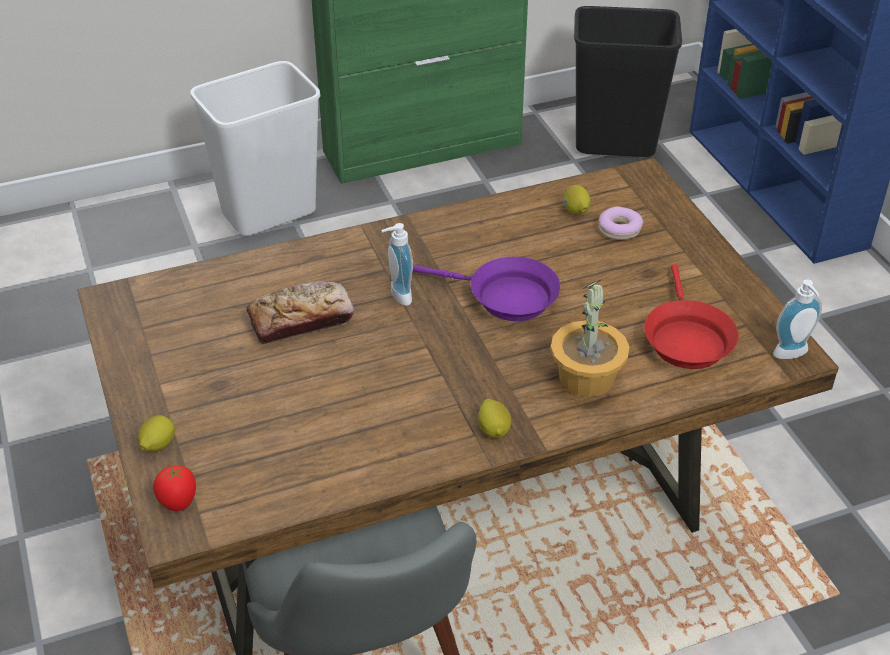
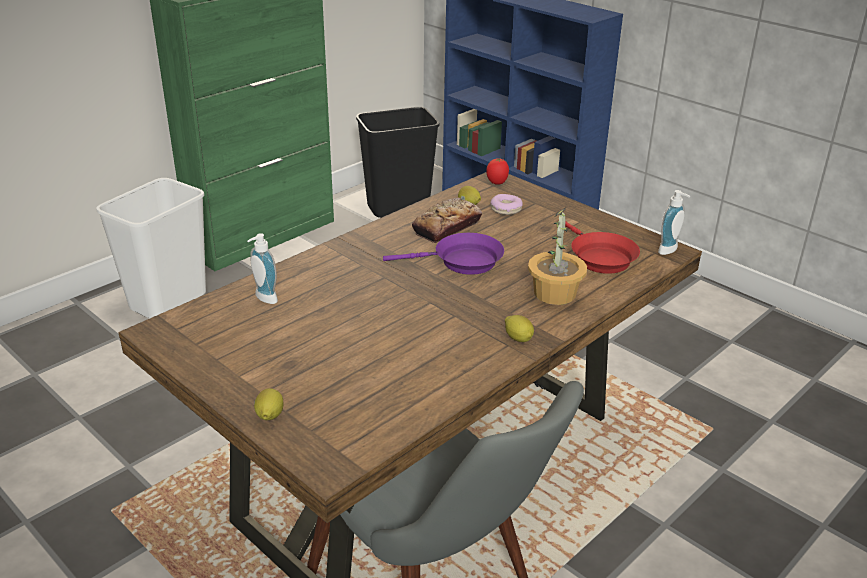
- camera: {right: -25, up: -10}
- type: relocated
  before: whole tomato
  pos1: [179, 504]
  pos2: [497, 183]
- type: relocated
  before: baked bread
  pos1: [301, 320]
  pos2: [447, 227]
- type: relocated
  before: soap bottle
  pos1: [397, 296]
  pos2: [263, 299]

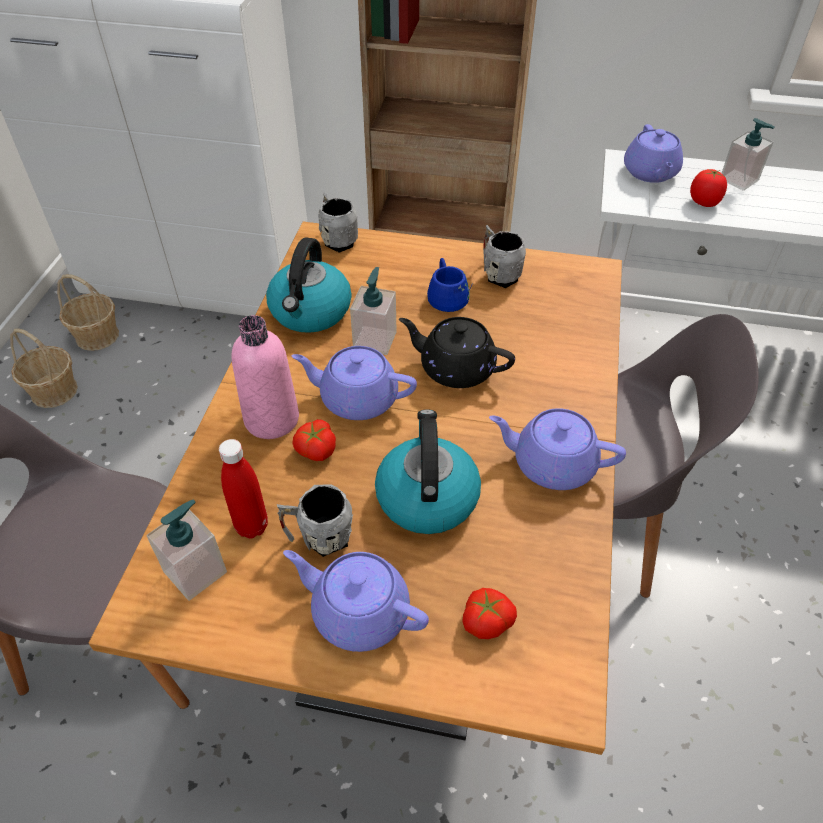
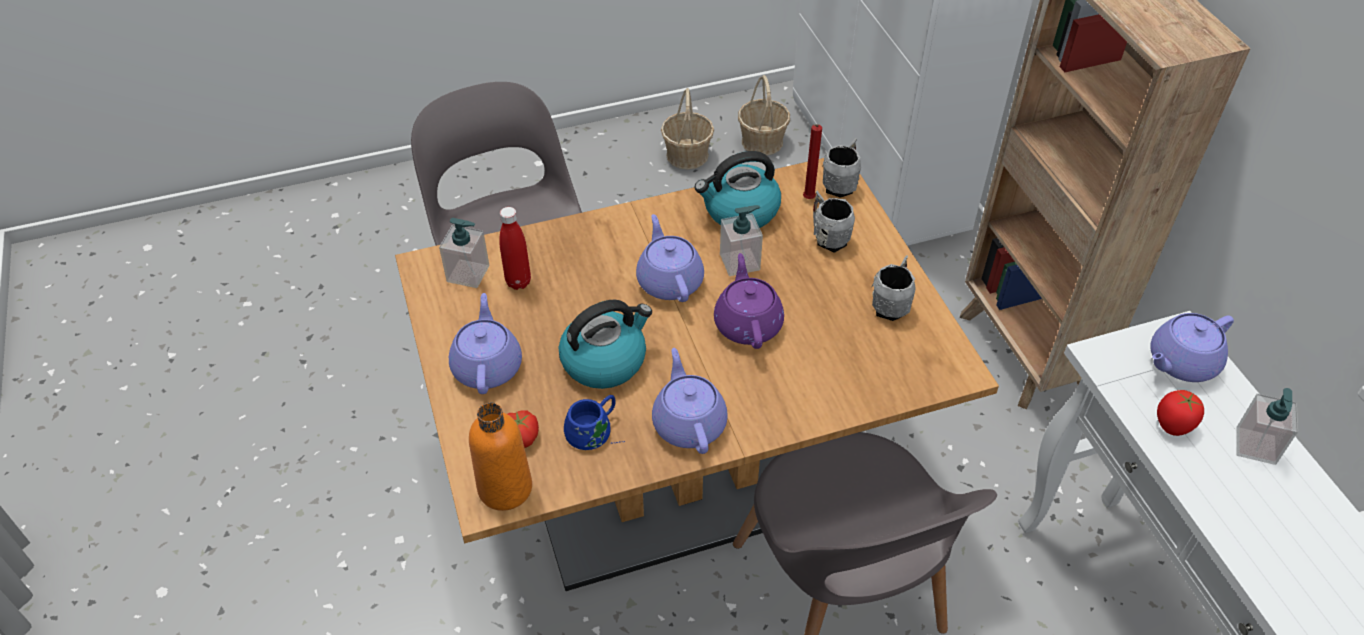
- camera: {right: 60, up: 0}
- type: missing
  before: beverage bottle in pinkish
  pos1: [271, 419]
- type: missing
  before: whole tomato
  pos1: [315, 450]
- type: appeared
  after: beverage bottle in orangey
  pos2: [505, 488]
- type: appeared
  after: candle in reddish
  pos2: [808, 200]
- type: relocated
  before: mug in gray
  pos1: [319, 537]
  pos2: [828, 237]
- type: relocated
  before: mug in blue-coloured
  pos1: [451, 295]
  pos2: [596, 432]
- type: colour
  before: teapot in blackish
  after: teapot in purple-coloured
  pos1: [455, 368]
  pos2: [747, 323]

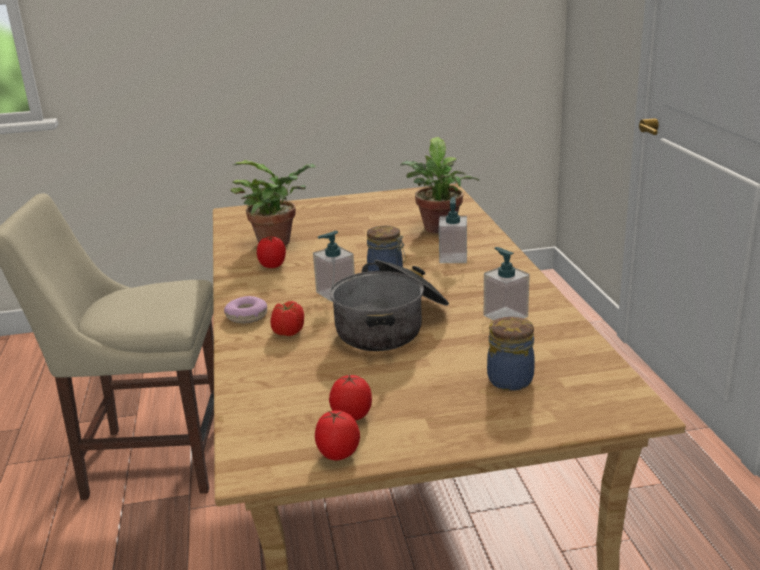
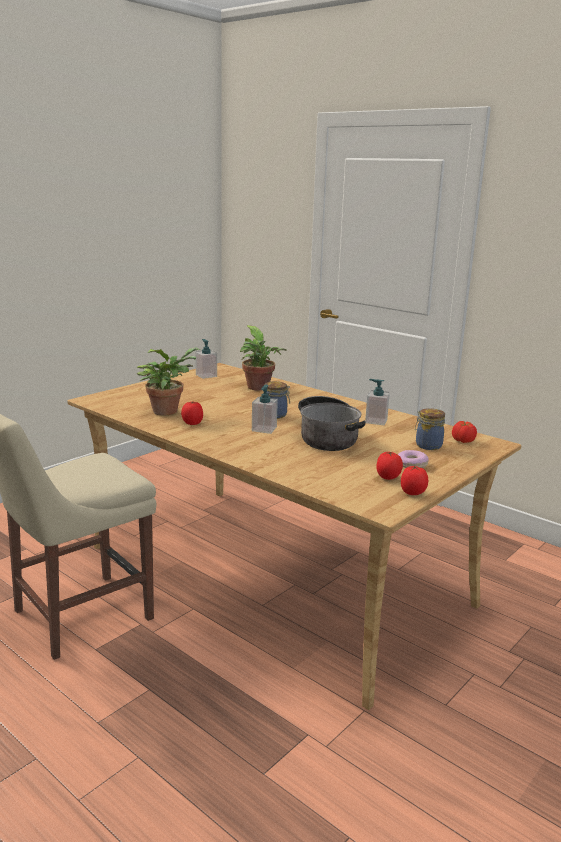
- camera: {right: -40, up: -5}
- type: relocated
  before: doughnut
  pos1: [246, 316]
  pos2: [411, 464]
- type: relocated
  before: whole tomato
  pos1: [288, 332]
  pos2: [463, 441]
- type: relocated
  before: soap bottle
  pos1: [453, 258]
  pos2: [206, 375]

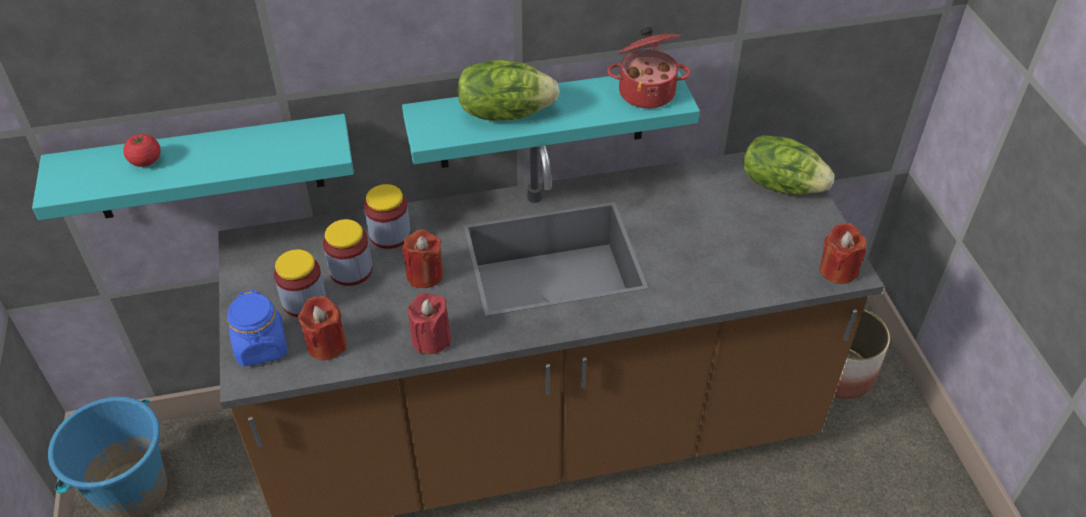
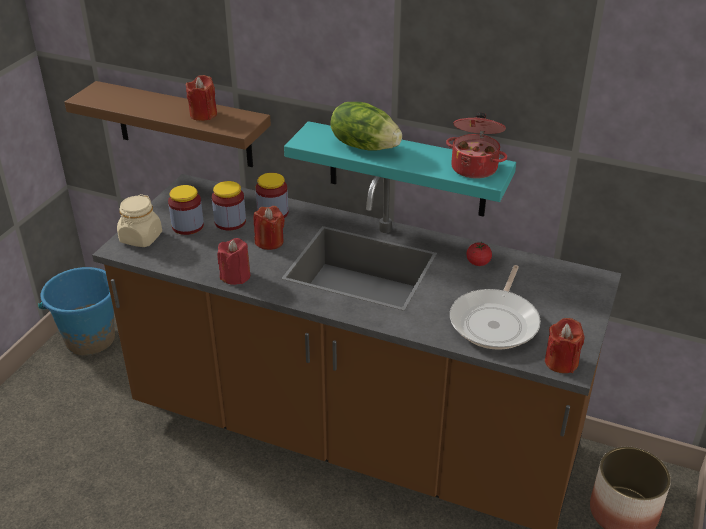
- camera: {right: 35, up: -10}
- type: missing
  before: lettuce head
  pos1: [781, 184]
- type: appeared
  after: skillet
  pos2: [496, 322]
- type: relocated
  before: whole tomato
  pos1: [146, 161]
  pos2: [478, 262]
- type: relocated
  before: candle in reddish
  pos1: [326, 344]
  pos2: [203, 114]
- type: colour
  before: shelf in blue-green
  after: shelf in brownish
  pos1: [206, 167]
  pos2: [183, 125]
- type: colour
  before: storage jar in blue-coloured
  after: storage jar in beige
  pos1: [261, 347]
  pos2: [141, 238]

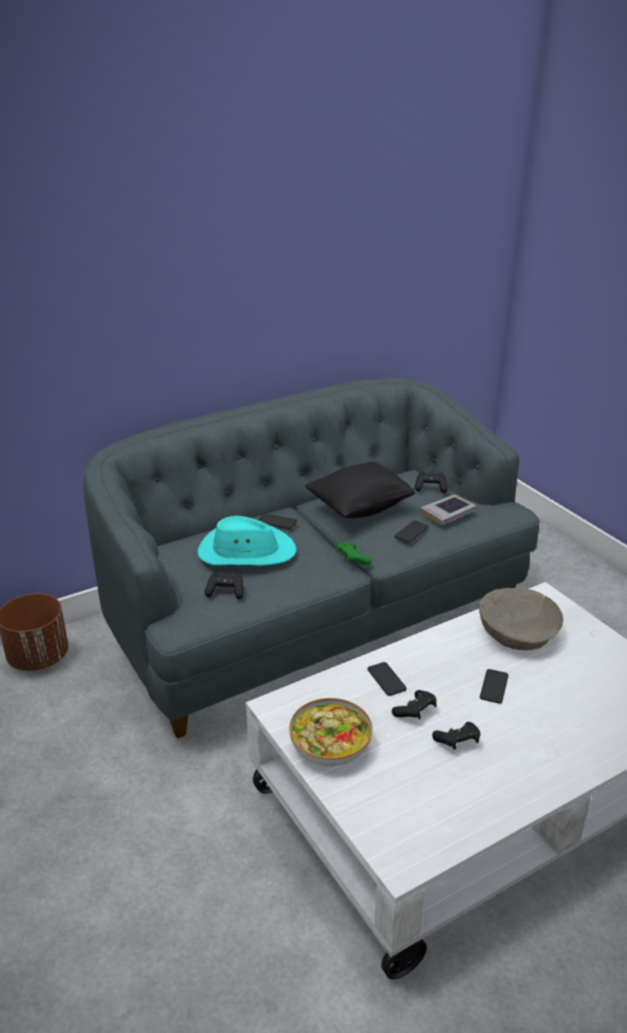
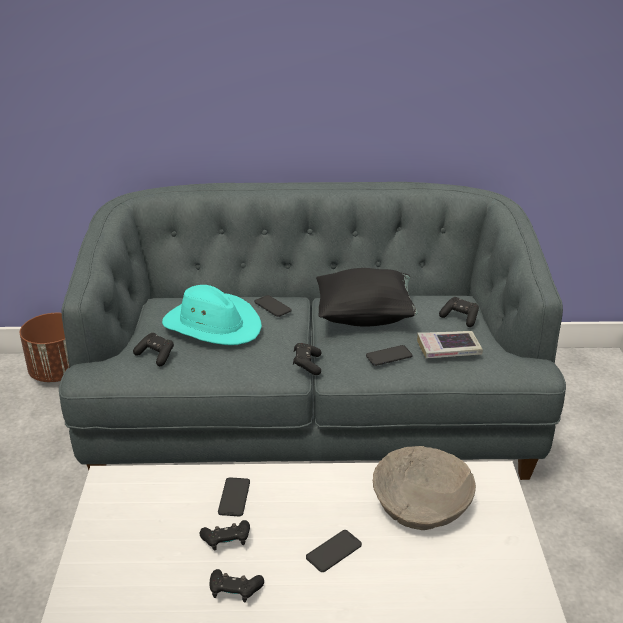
- camera: {right: 30, up: 0}
- type: missing
  before: serving bowl
  pos1: [330, 746]
- type: colour
  before: joypad in green
  after: joypad in blackish
  pos1: [352, 559]
  pos2: [307, 365]

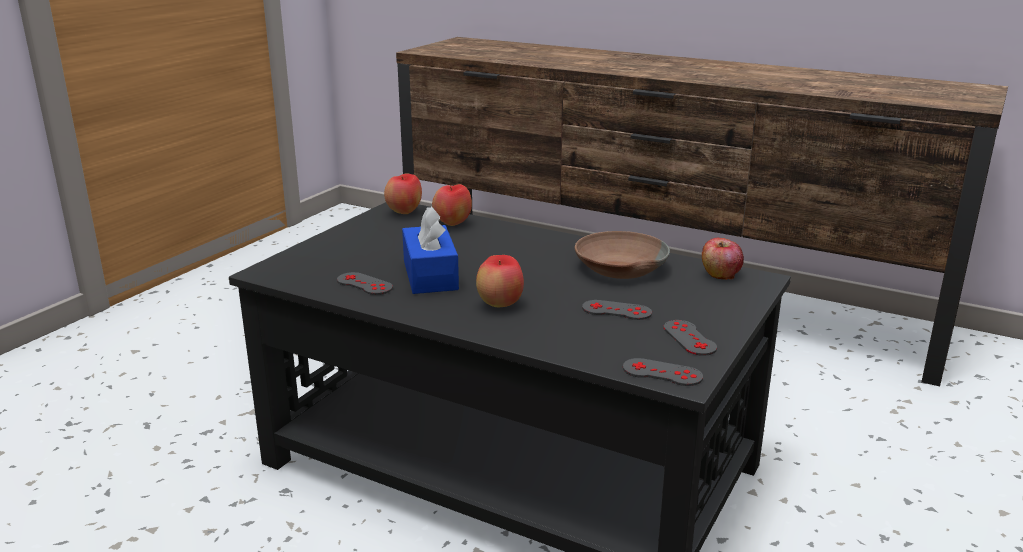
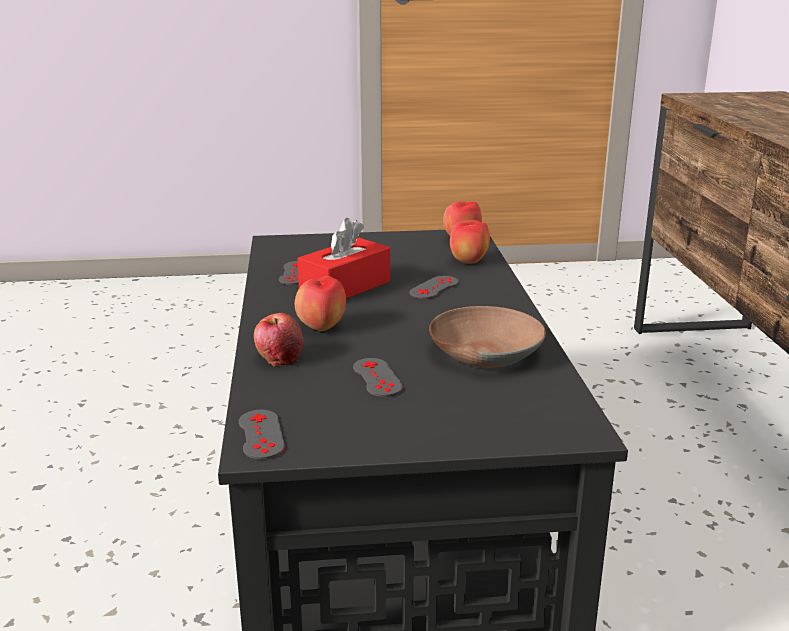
- camera: {right: 55, up: 0}
- type: relocated
  before: joypad in gray
  pos1: [689, 338]
  pos2: [434, 288]
- type: relocated
  before: apple
  pos1: [720, 274]
  pos2: [279, 358]
- type: colour
  before: tissue box in blue-coloured
  after: tissue box in reddish
  pos1: [430, 275]
  pos2: [345, 287]

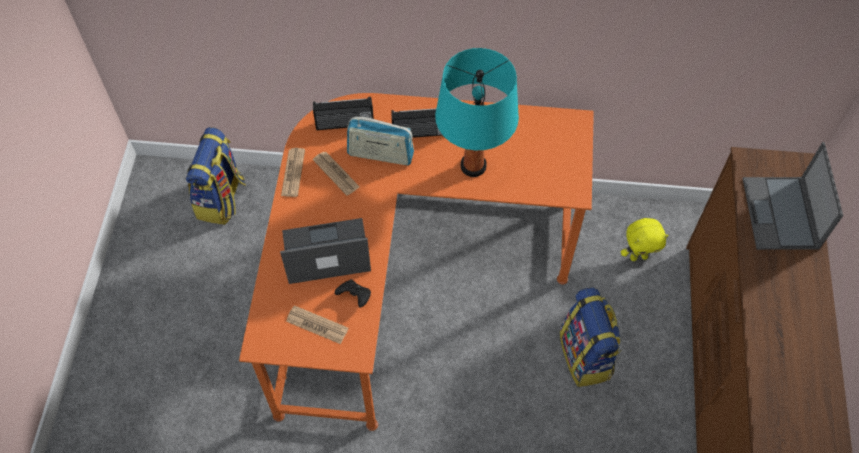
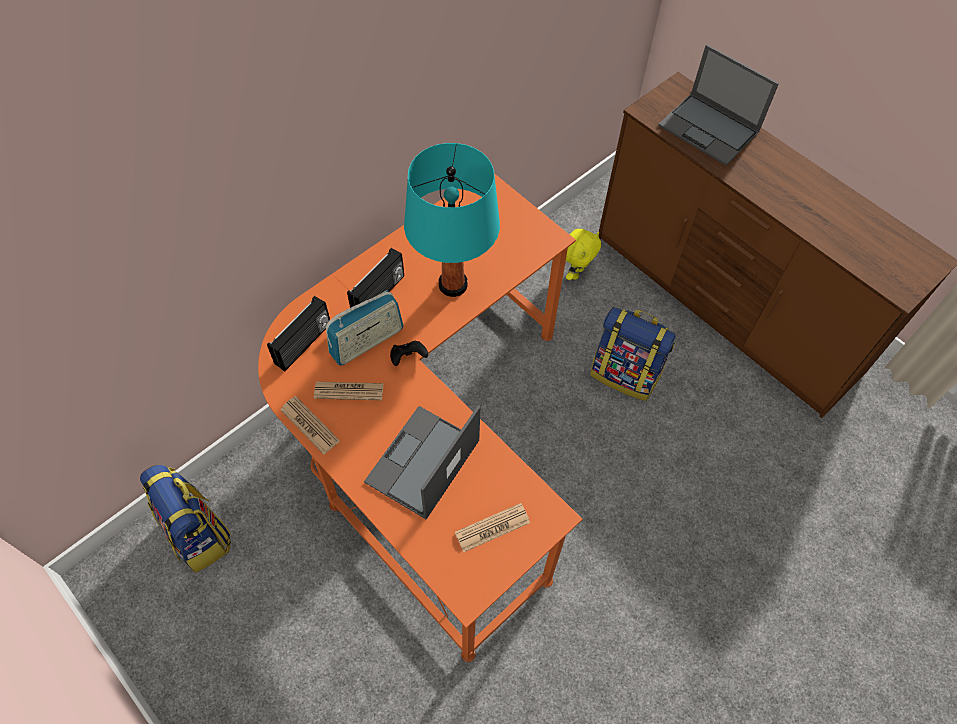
- camera: {right: -50, up: 0}
- type: relocated
  before: joypad in blackish
  pos1: [355, 297]
  pos2: [408, 358]

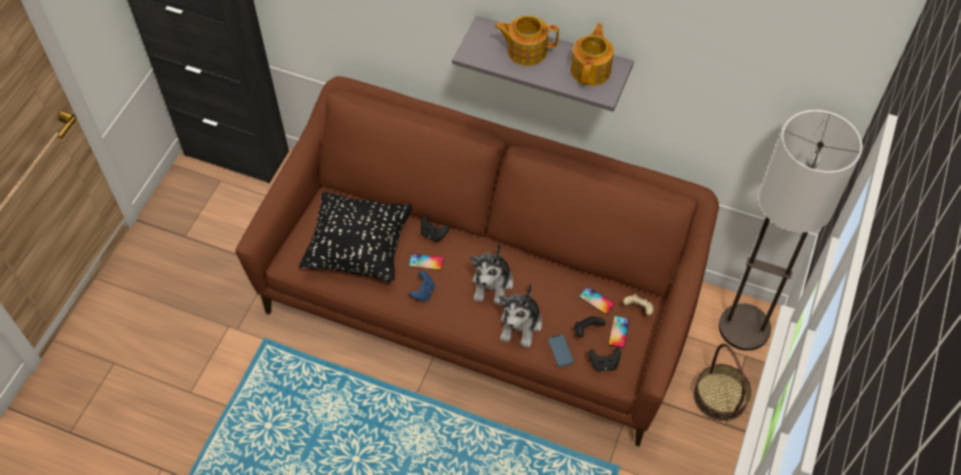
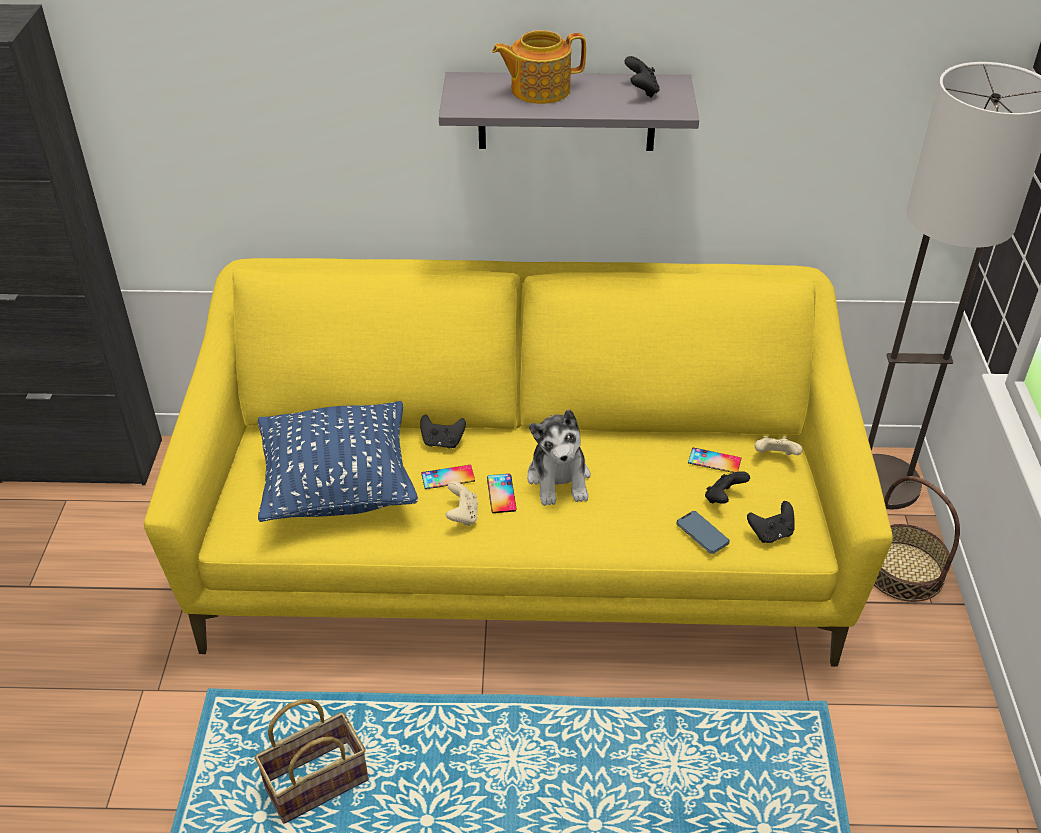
- camera: {right: -20, up: -15}
- type: missing
  before: soft toy
  pos1: [521, 324]
- type: appeared
  after: household basket
  pos2: [318, 781]
- type: relocated
  before: telephone
  pos1: [618, 332]
  pos2: [501, 493]
- type: exchanged
  before: teapot
  after: joypad in blackish
  pos1: [591, 69]
  pos2: [641, 91]
- type: colour
  before: sofa in brownish
  after: sofa in yellowish
  pos1: [480, 302]
  pos2: [520, 550]
- type: colour
  before: cushion in blackish
  after: cushion in blue-coloured
  pos1: [359, 250]
  pos2: [339, 488]
- type: colour
  before: joypad in blue-coloured
  after: joypad in beige
  pos1: [423, 292]
  pos2: [462, 515]

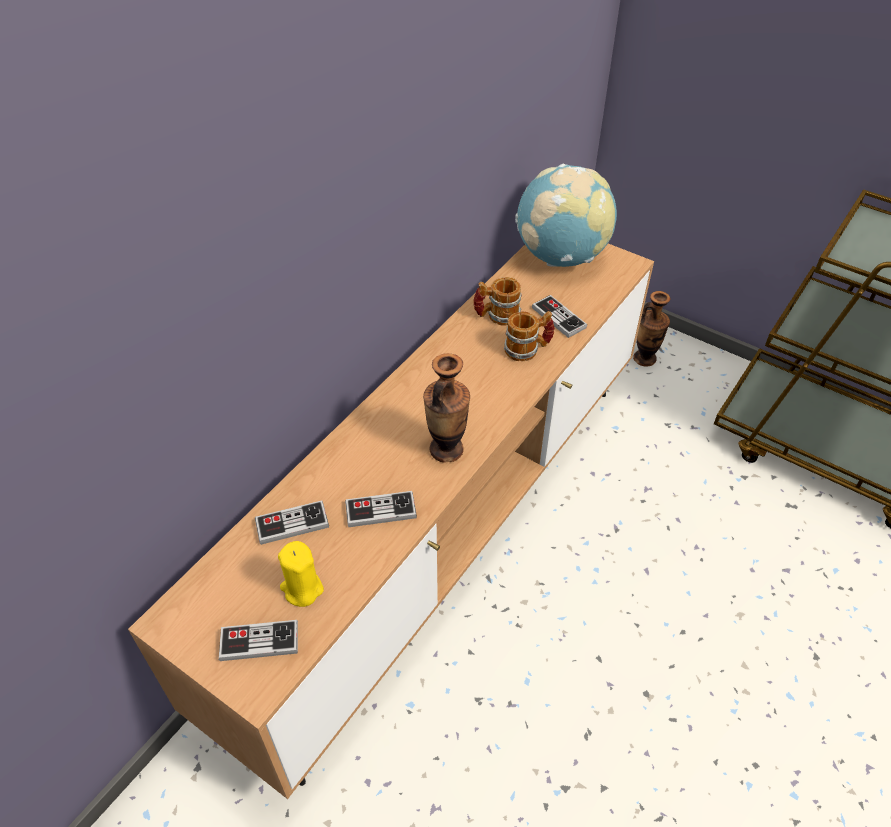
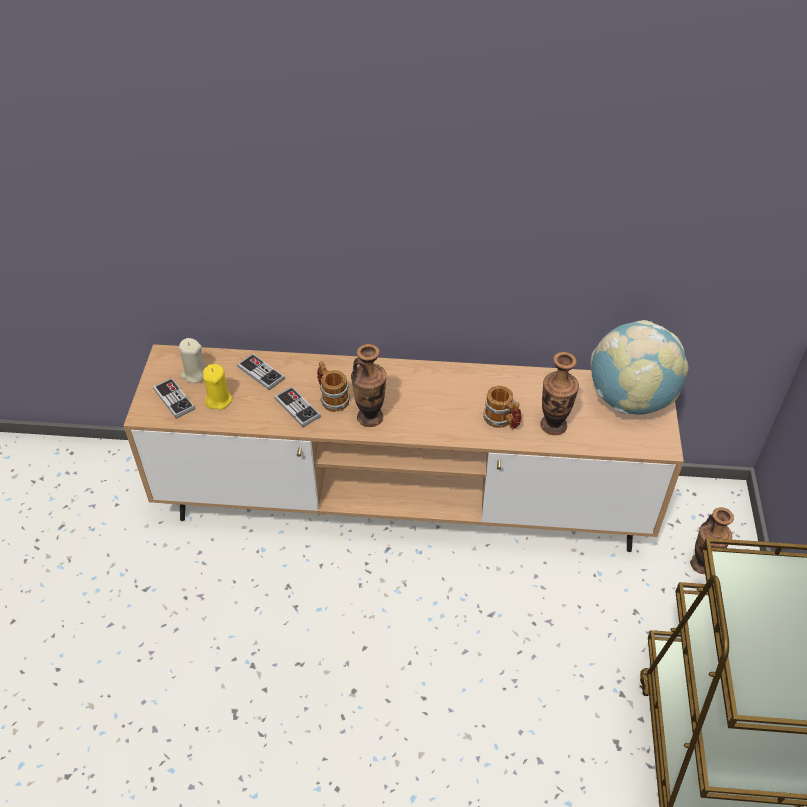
- camera: {right: 60, up: 0}
- type: appeared
  after: candle in beige
  pos2: [195, 374]
- type: relocated
  before: mug
  pos1: [496, 316]
  pos2: [332, 398]
- type: exchanged
  before: joypad
  after: vase
  pos1: [558, 318]
  pos2: [553, 425]

